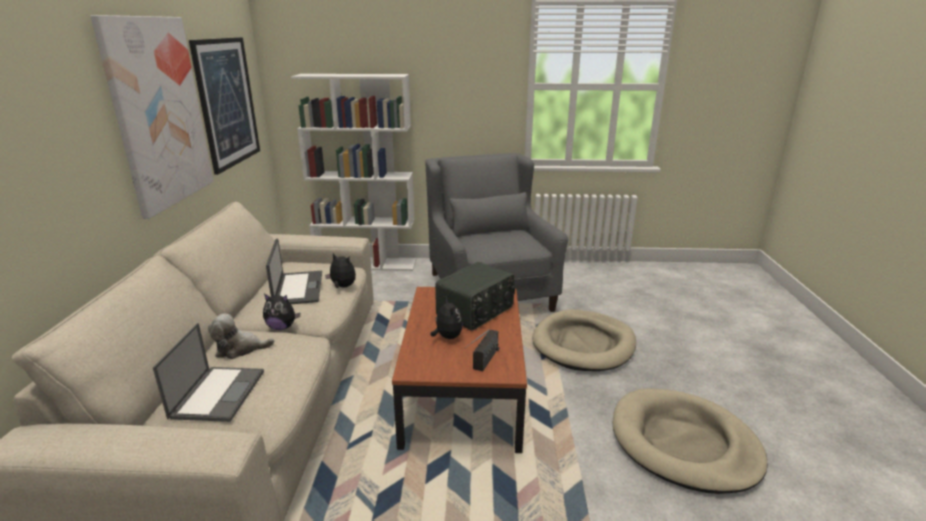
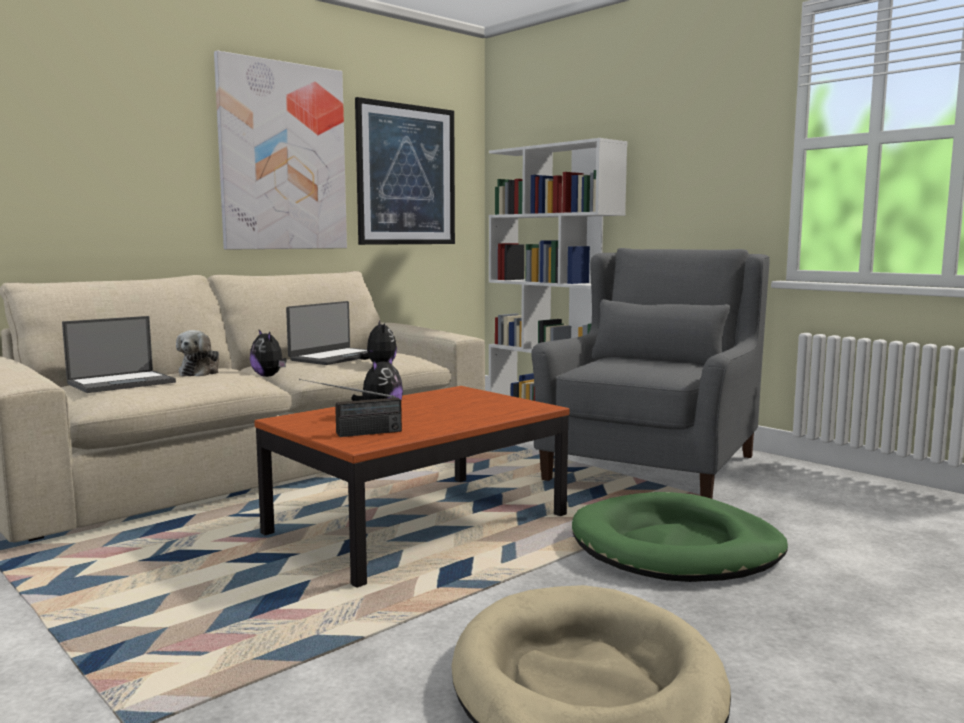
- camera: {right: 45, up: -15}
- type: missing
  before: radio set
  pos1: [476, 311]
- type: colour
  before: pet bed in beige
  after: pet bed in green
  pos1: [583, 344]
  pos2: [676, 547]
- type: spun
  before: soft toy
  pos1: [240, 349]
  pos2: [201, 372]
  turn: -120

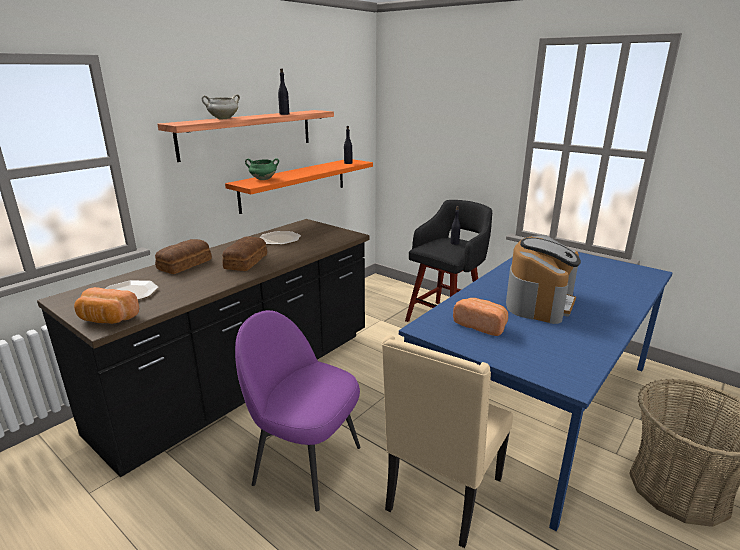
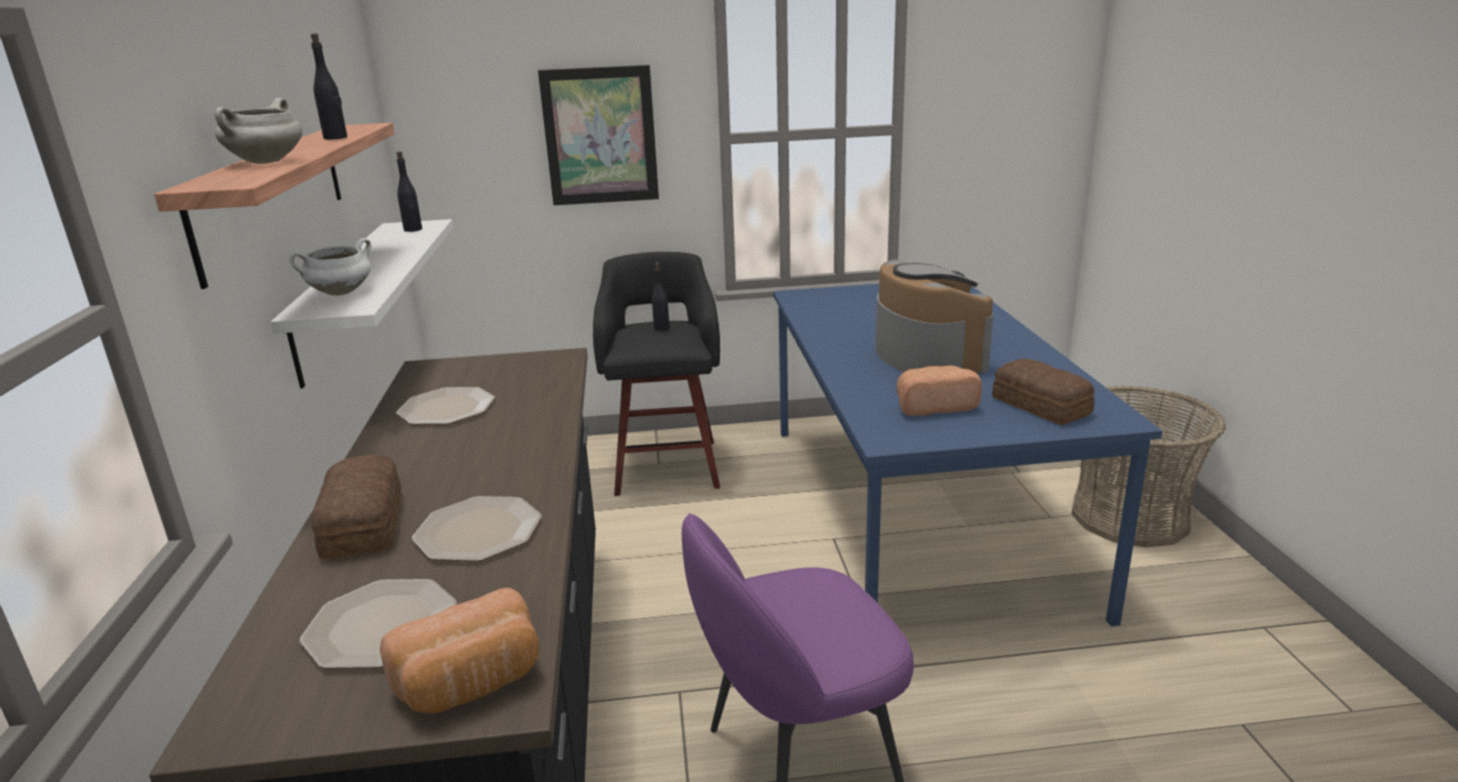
- camera: {right: -45, up: 0}
- type: missing
  before: upright chair in beige
  pos1: [442, 495]
- type: appeared
  after: plate
  pos2: [479, 530]
- type: appeared
  after: wall art
  pos2: [600, 136]
- type: relocated
  before: baked bread
  pos1: [244, 262]
  pos2: [1041, 406]
- type: colour
  before: shelf in orangey
  after: shelf in white-coloured
  pos1: [294, 184]
  pos2: [344, 296]
- type: colour
  before: saucepot in green
  after: saucepot in white-coloured
  pos1: [263, 179]
  pos2: [340, 293]

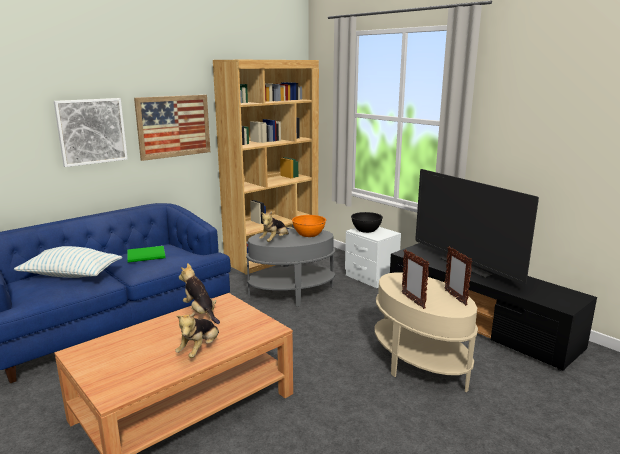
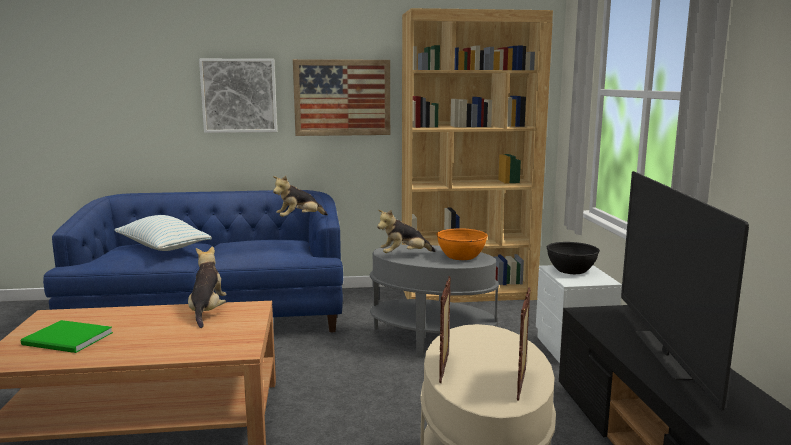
- camera: {right: 35, up: -5}
- type: relocated
  before: volume in green
  pos1: [147, 255]
  pos2: [68, 340]
- type: relocated
  before: soft toy
  pos1: [200, 350]
  pos2: [299, 219]

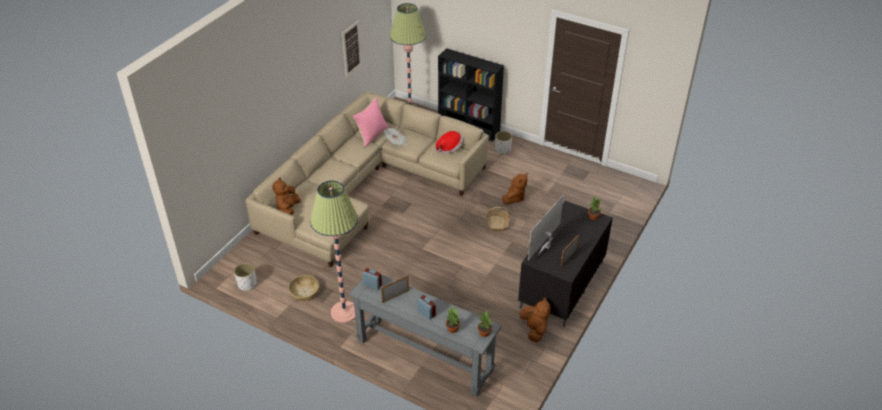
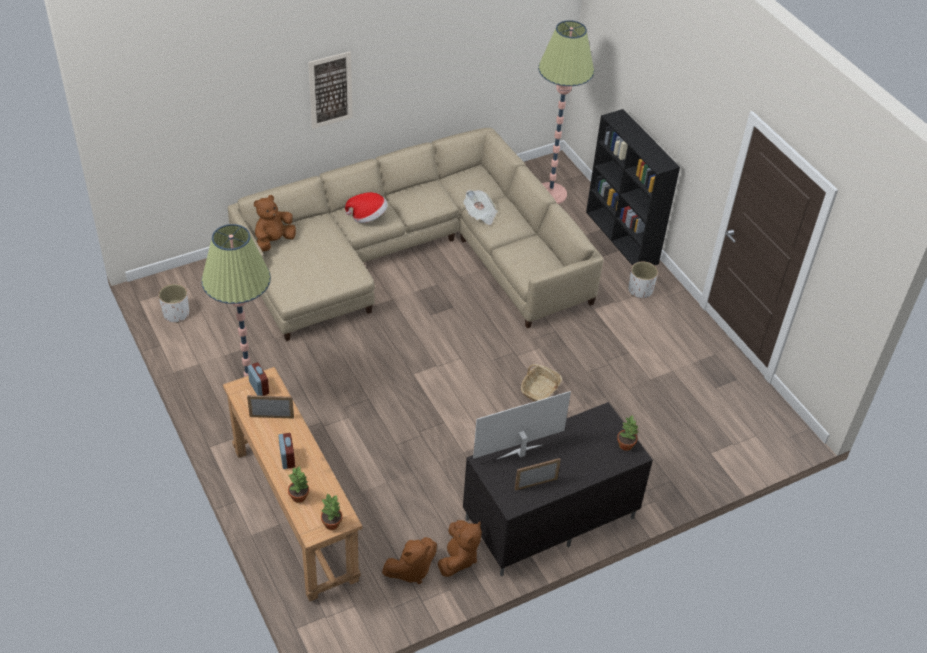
- camera: {right: 30, up: 5}
- type: missing
  before: household basket
  pos1: [304, 292]
- type: missing
  before: cushion in pinkish
  pos1: [372, 135]
- type: relocated
  before: wall art
  pos1: [352, 49]
  pos2: [330, 90]
- type: relocated
  before: hat
  pos1: [450, 148]
  pos2: [368, 217]
- type: relocated
  before: soft toy in brownish
  pos1: [514, 198]
  pos2: [411, 570]
- type: colour
  before: console table in gray
  after: console table in brownish
  pos1: [424, 355]
  pos2: [294, 513]

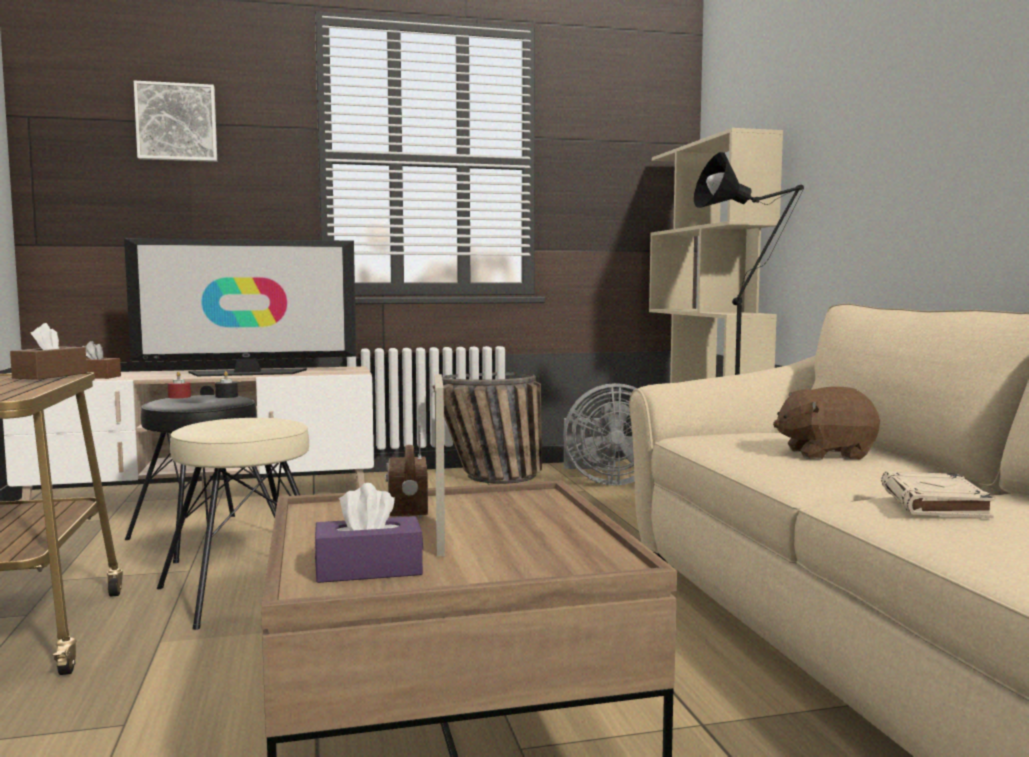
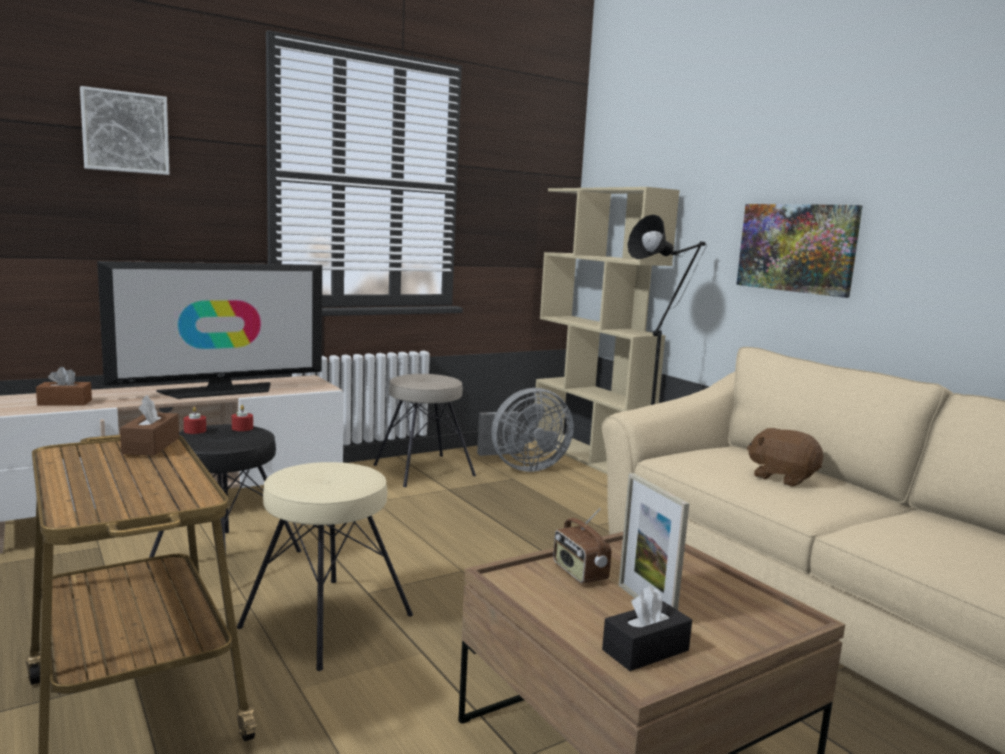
- camera: {right: -20, up: 5}
- type: missing
  before: volume in beige
  pos1: [935, 503]
- type: appeared
  after: wall art
  pos2: [797, 248]
- type: exchanged
  before: household basket
  after: stool seat in beige
  pos1: [489, 479]
  pos2: [423, 470]
- type: colour
  before: candle in blackish
  after: candle in reddish
  pos1: [226, 396]
  pos2: [242, 428]
- type: colour
  before: tissue box in purple-coloured
  after: tissue box in blackish
  pos1: [368, 570]
  pos2: [645, 650]
- type: spun
  before: soft toy in brownish
  pos1: [825, 454]
  pos2: [782, 477]
  turn: 60

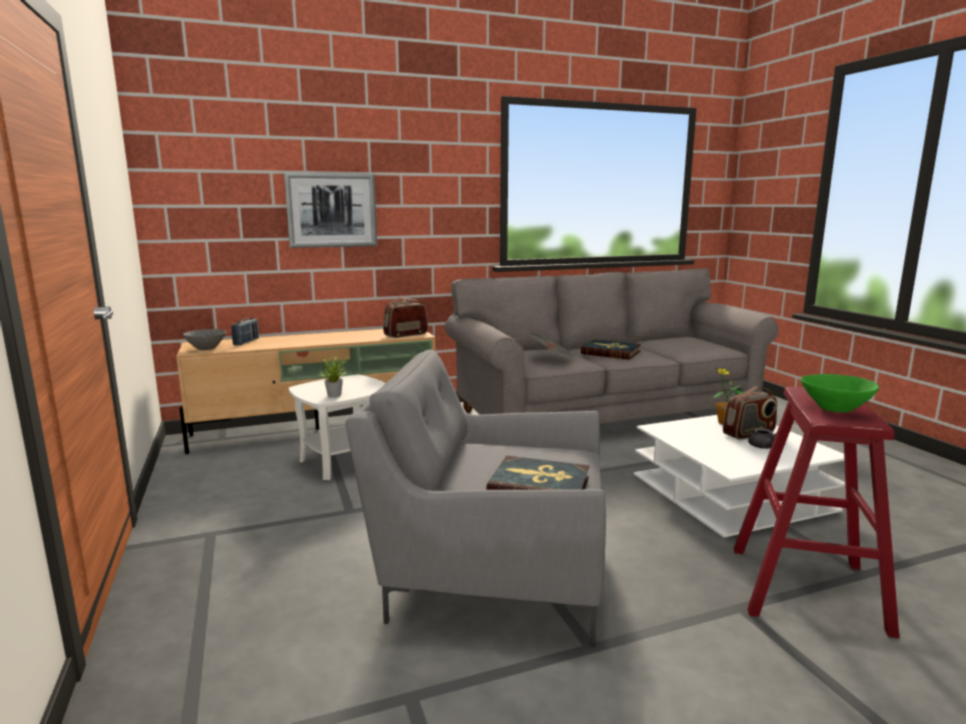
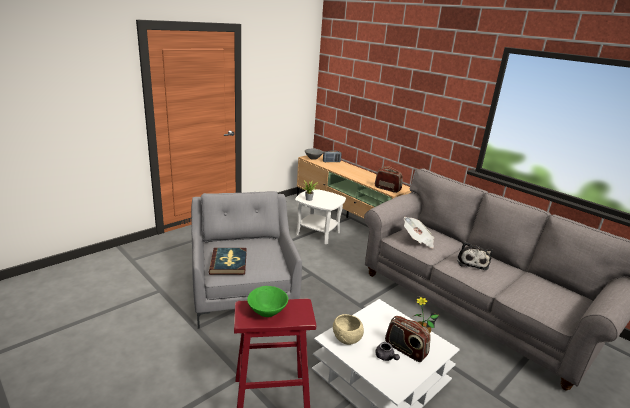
- camera: {right: 65, up: 10}
- type: missing
  before: wall art
  pos1: [332, 210]
- type: appeared
  after: serving bowl in beige
  pos2: [347, 339]
- type: exchanged
  before: volume
  after: soft toy
  pos1: [611, 352]
  pos2: [472, 262]

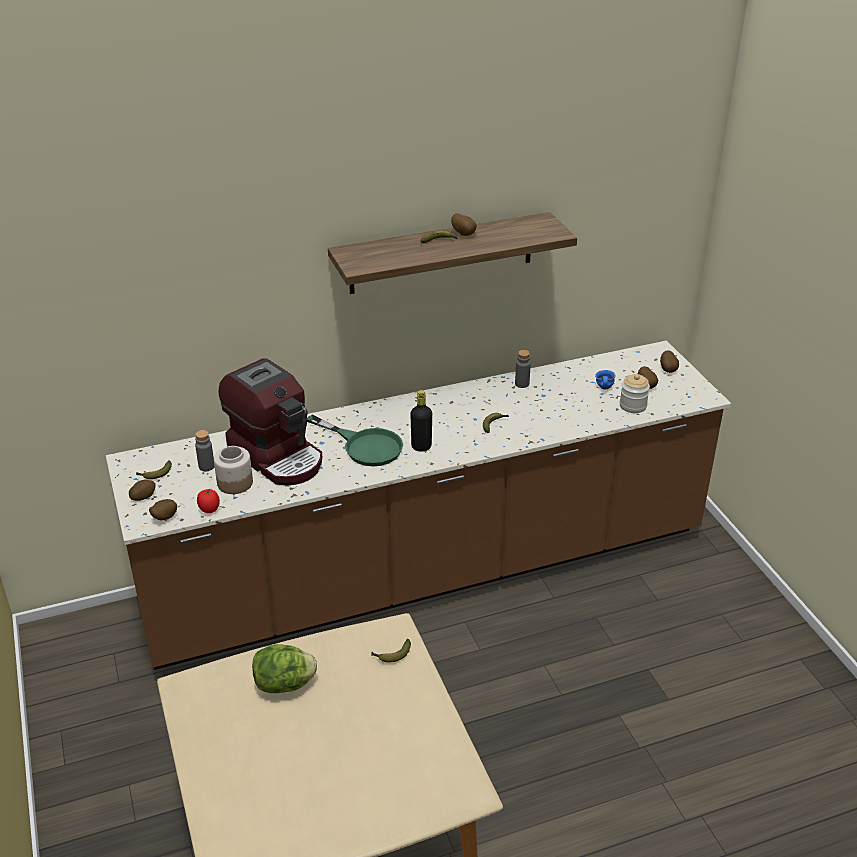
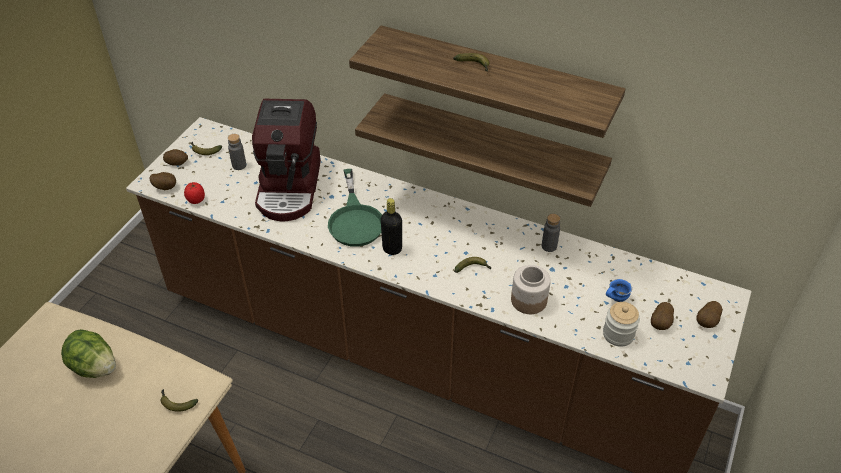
- camera: {right: 45, up: 10}
- type: missing
  before: spud
  pos1: [464, 234]
- type: appeared
  after: shelf
  pos2: [491, 145]
- type: relocated
  before: storage jar
  pos1: [234, 483]
  pos2: [528, 300]

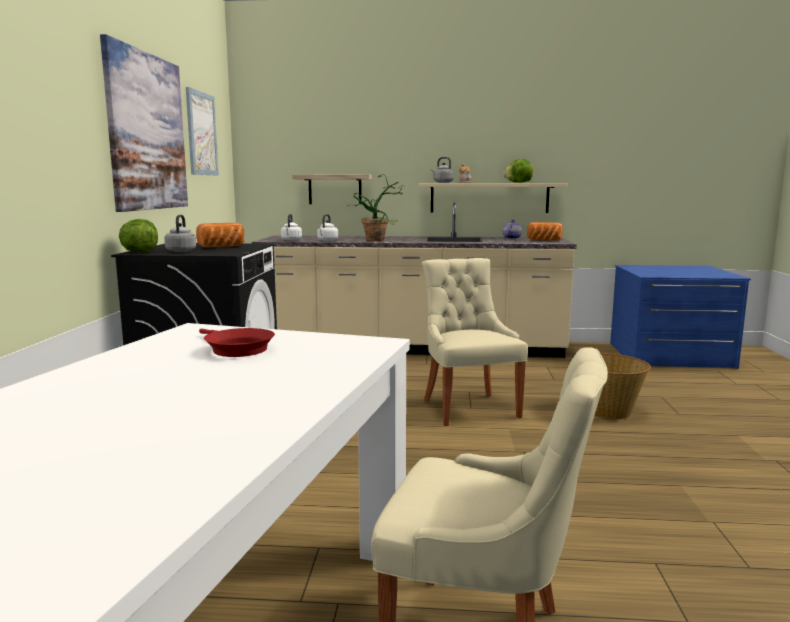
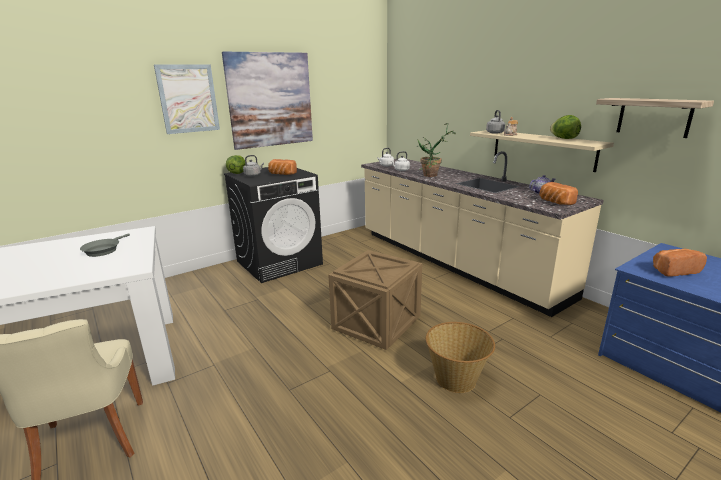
- camera: {right: 50, up: 10}
- type: appeared
  after: baked bread
  pos2: [673, 270]
- type: relocated
  before: wall art
  pos1: [201, 134]
  pos2: [188, 99]
- type: relocated
  before: shelf
  pos1: [335, 189]
  pos2: [654, 117]
- type: exchanged
  before: upright chair in beige
  after: packing crate
  pos1: [468, 407]
  pos2: [377, 323]
- type: colour
  before: skillet in reddish
  after: skillet in gray
  pos1: [236, 349]
  pos2: [104, 250]

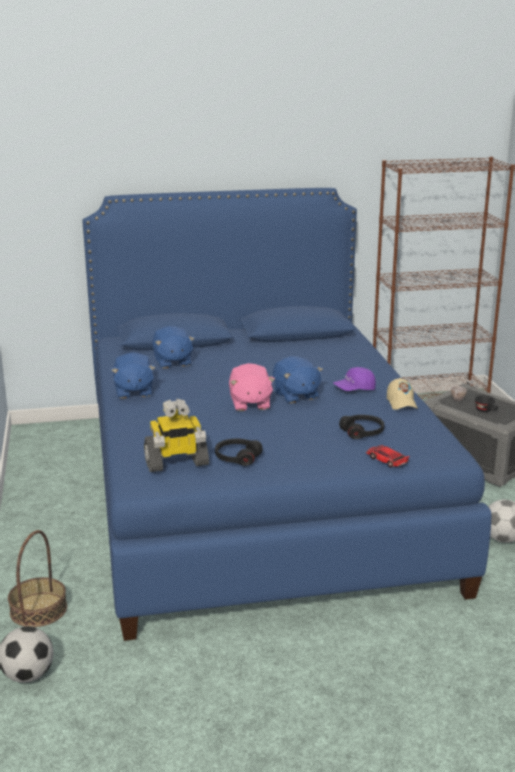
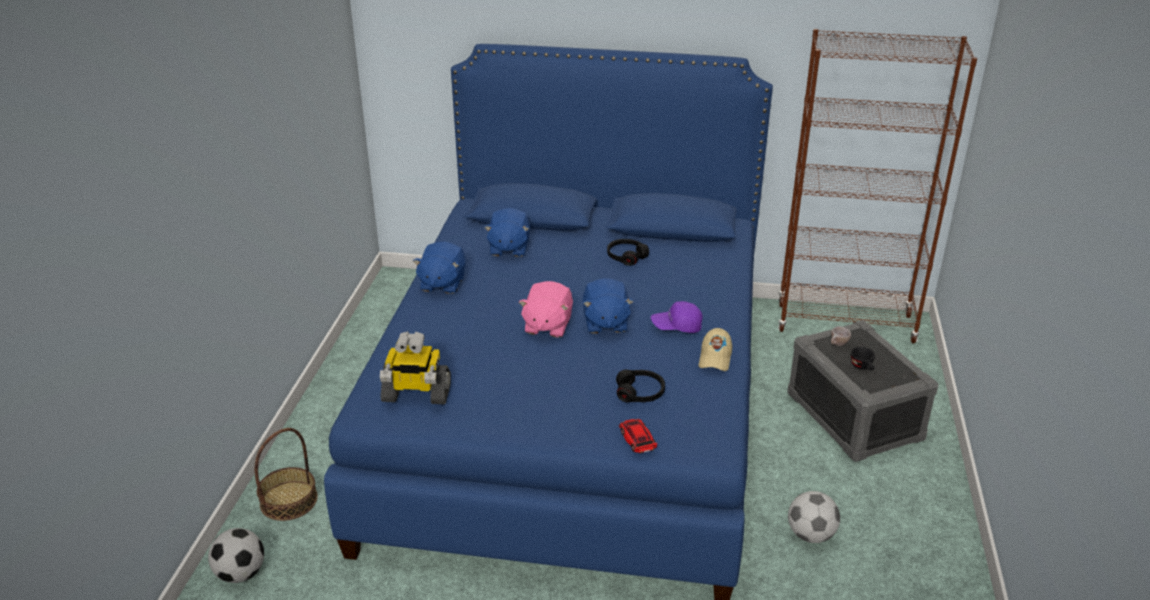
- camera: {right: 20, up: 10}
- type: relocated
  before: headset in blackish
  pos1: [237, 457]
  pos2: [626, 256]

